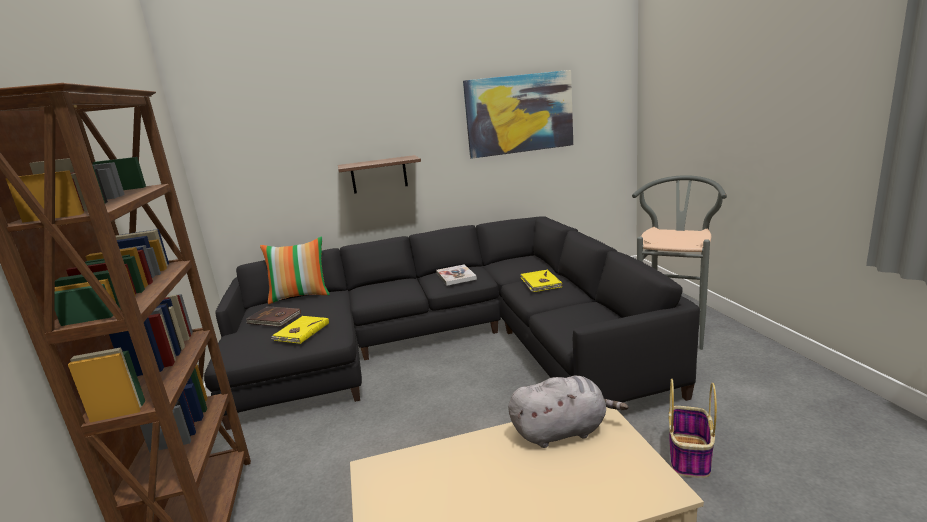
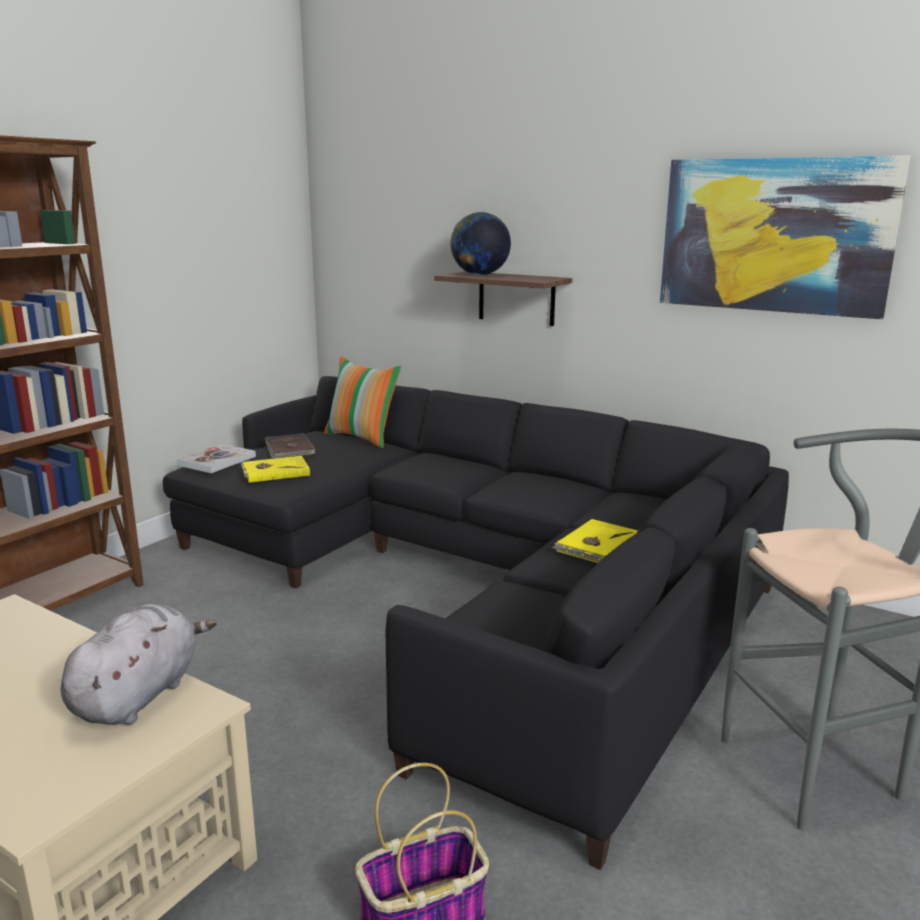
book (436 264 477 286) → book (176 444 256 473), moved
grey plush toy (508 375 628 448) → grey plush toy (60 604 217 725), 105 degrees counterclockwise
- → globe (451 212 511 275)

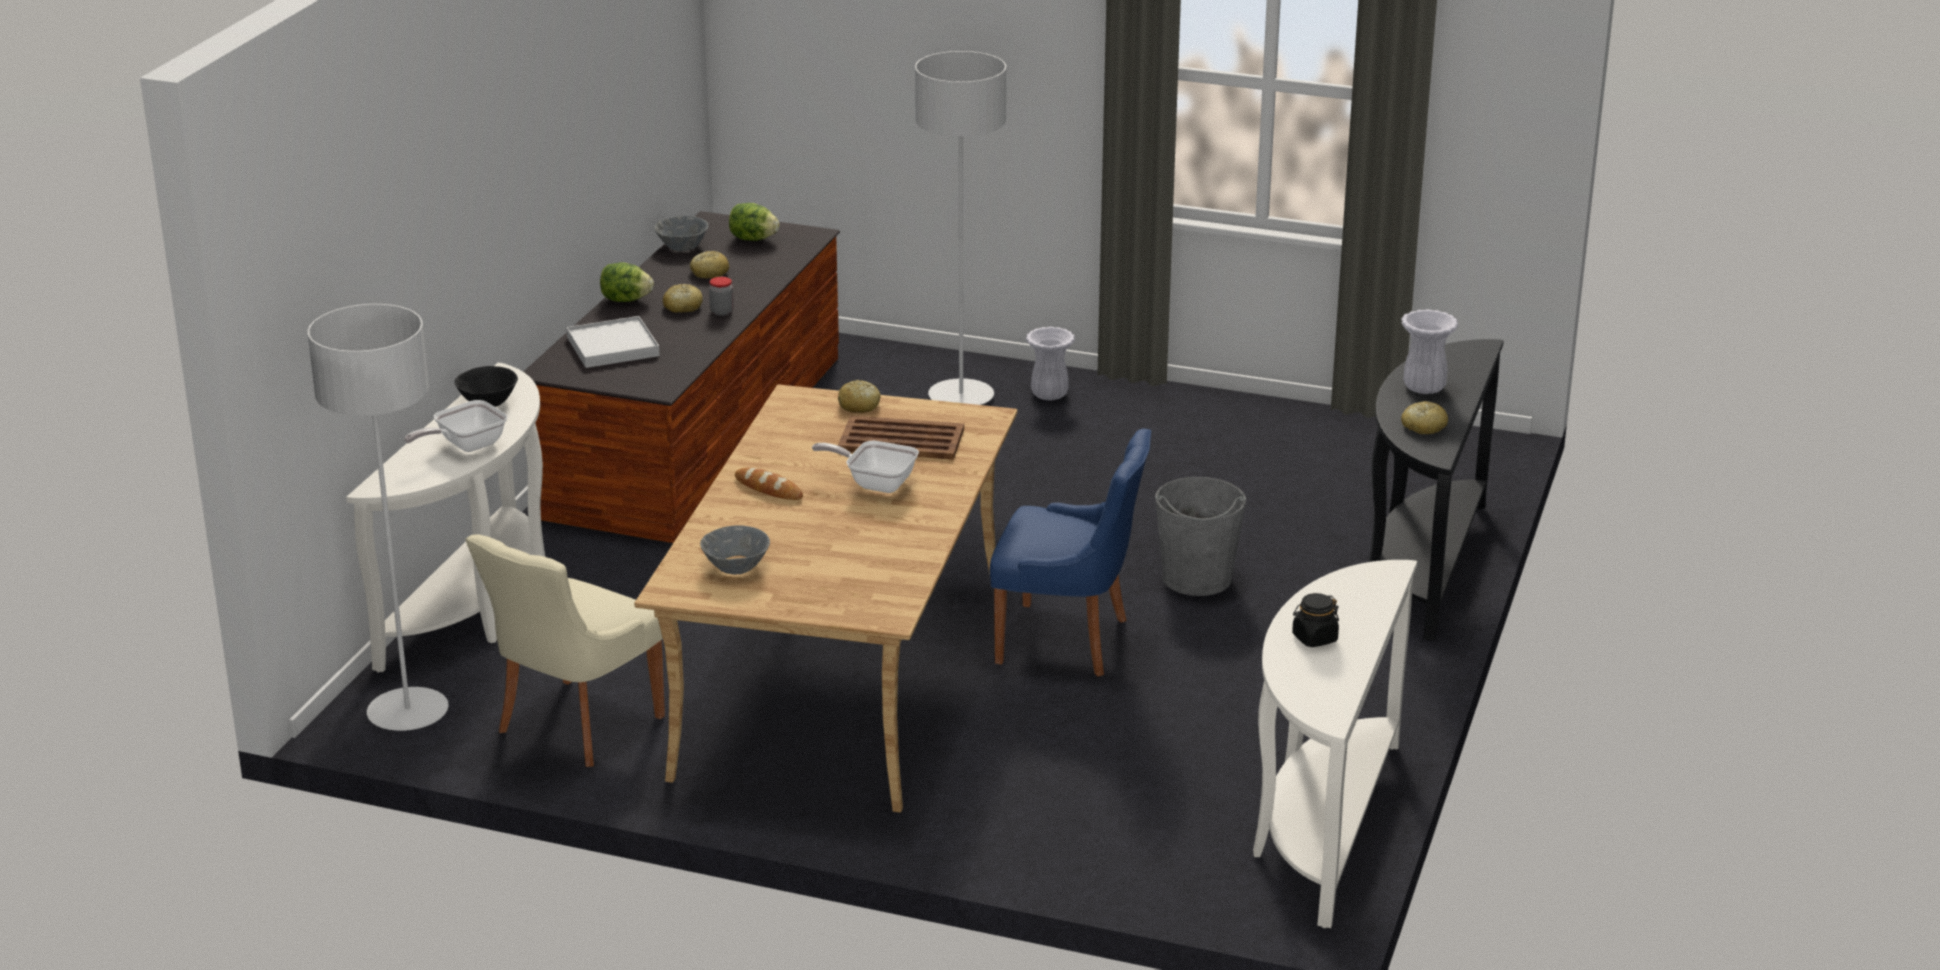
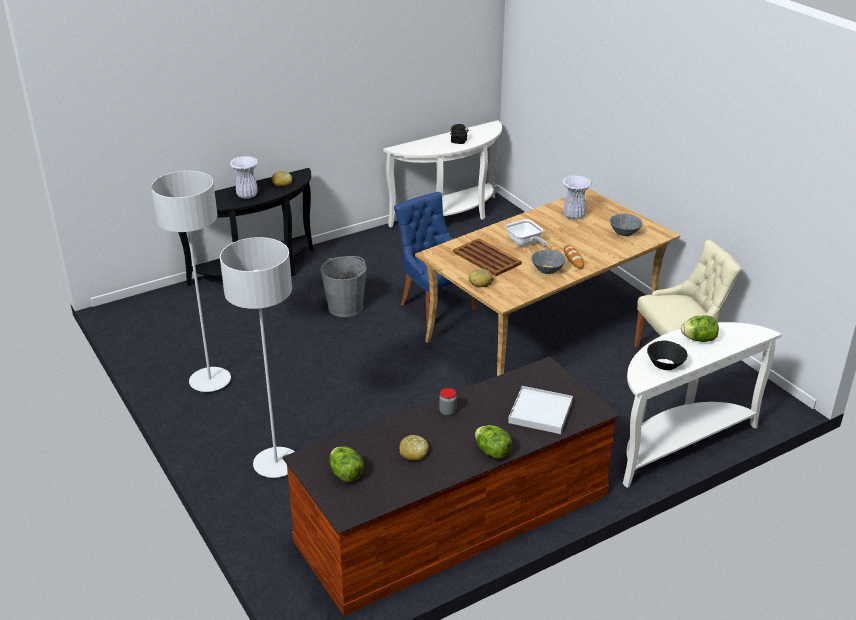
grey floor lamp (308 304 449 731) → grey floor lamp (151 171 231 392), moved
frying pan (404 400 507 452) → lettuce (681 315 719 342)
grey bowl (655 216 708 251) → grey bowl (531 250 566 274), moved
bread (663 284 703 313) → -
white vase (1026 327 1075 400) → white vase (562 175 592 220), moved

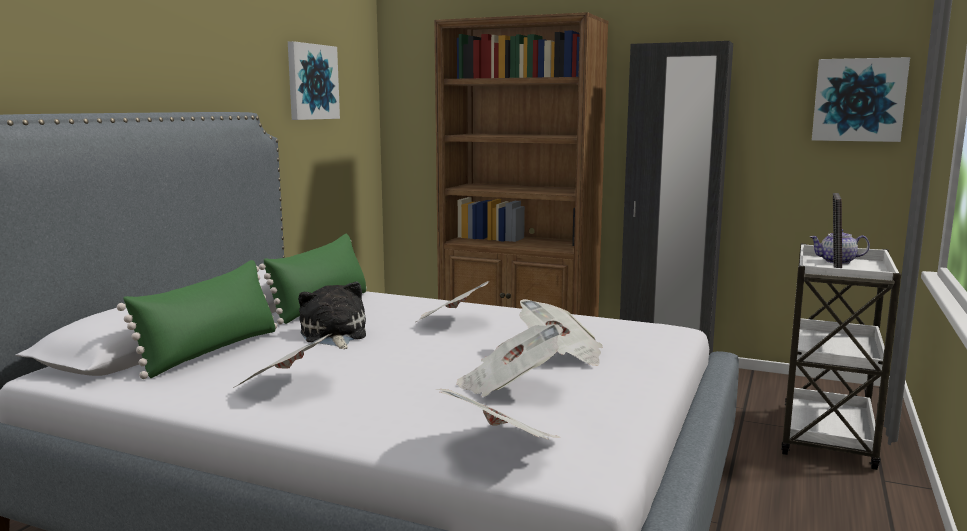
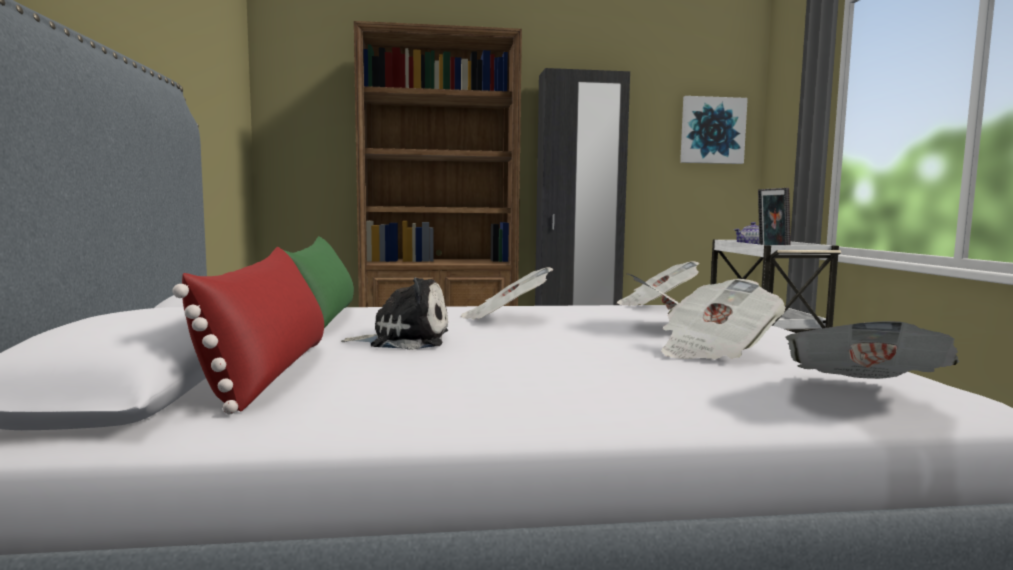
green pillow (117 260 277 379) → red pillow (172 247 324 414)
newspaper (233 334 332 388) → newspaper (617 261 700 306), moved
picture (288 41 340 120) → -
plush toy (299 282 366 349) → plush toy (341 278 448 350), 135 degrees clockwise

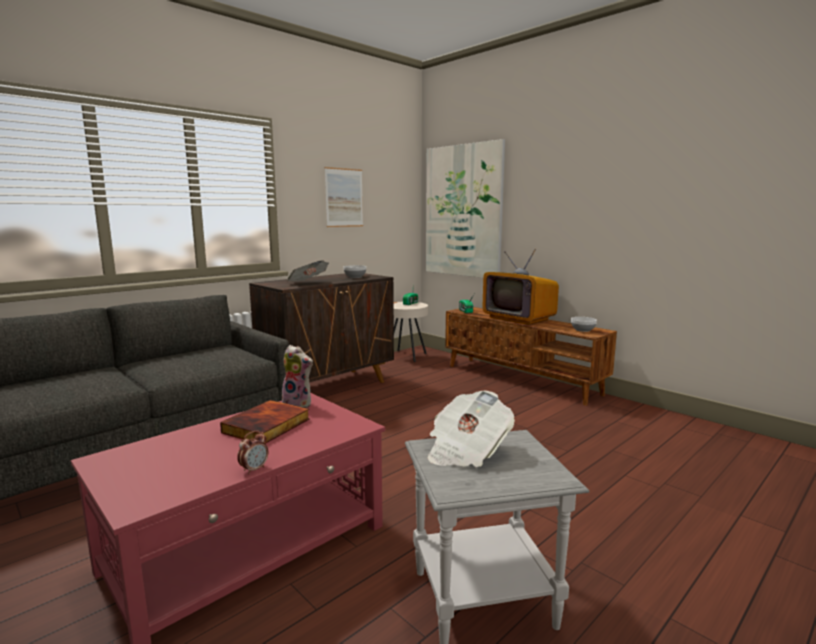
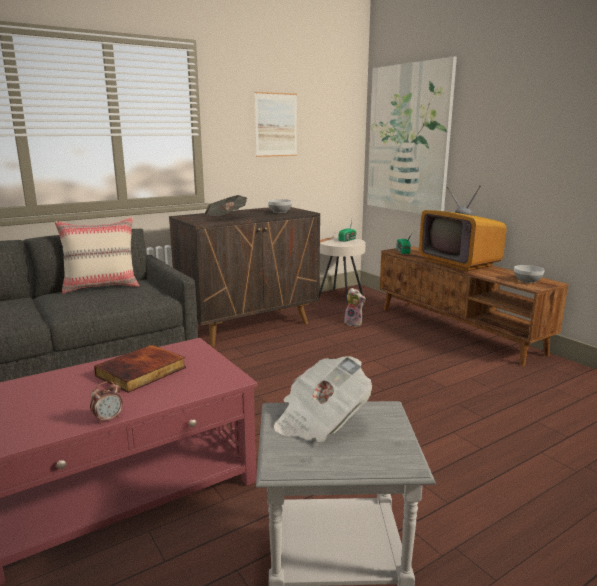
plush toy (282 345 313 408) → plush toy (343 288 366 327), moved
- → beige pillow (55 217 139 294)

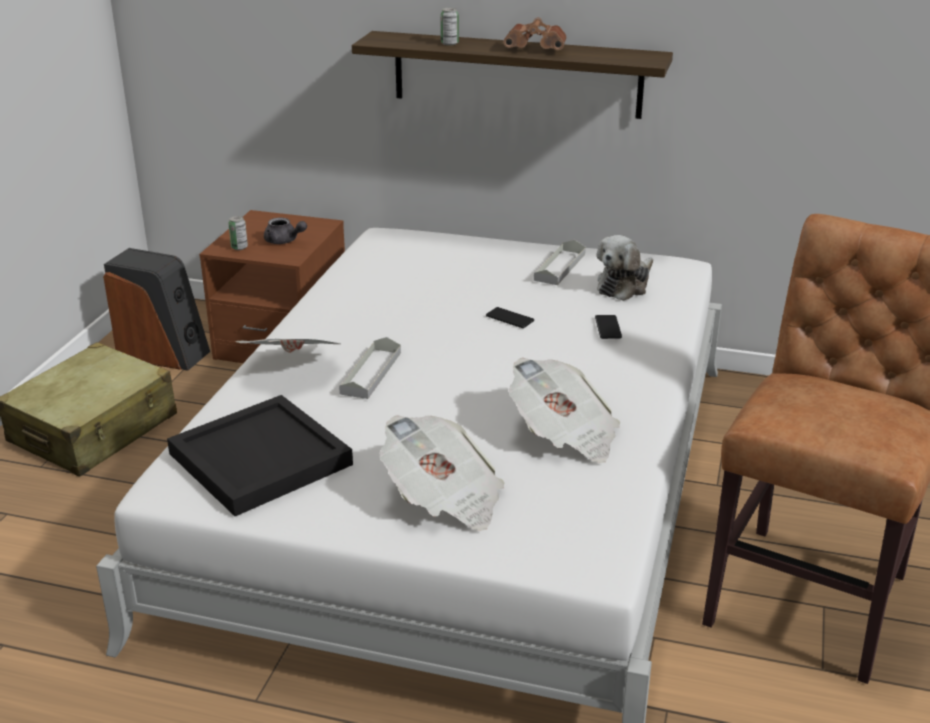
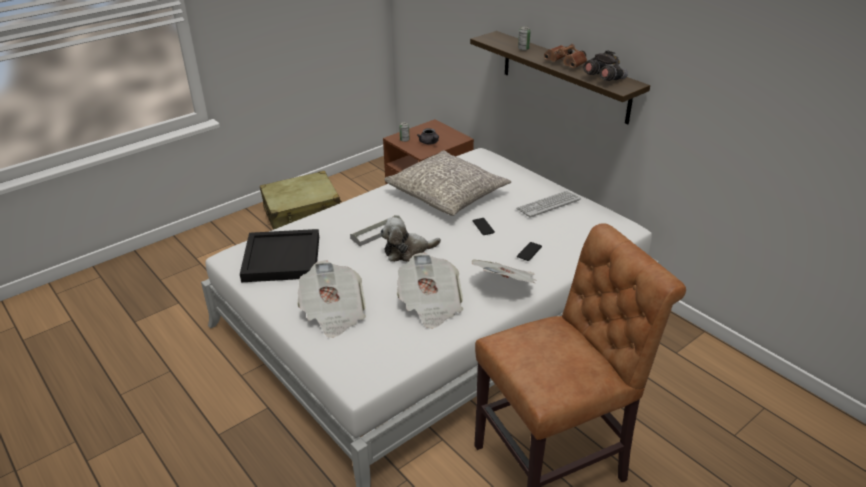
speaker (103 248 210 371) → -
newspaper (236 339 340 353) → newspaper (472 260 536 283), moved
grey tray (534 240 586 285) → keyboard (516 191 581 218)
plush toy (597 235 653 301) → plush toy (380 217 441 262), moved
- → grey pillow (384 150 511 216)
- → grey binoculars (583 50 628 81)

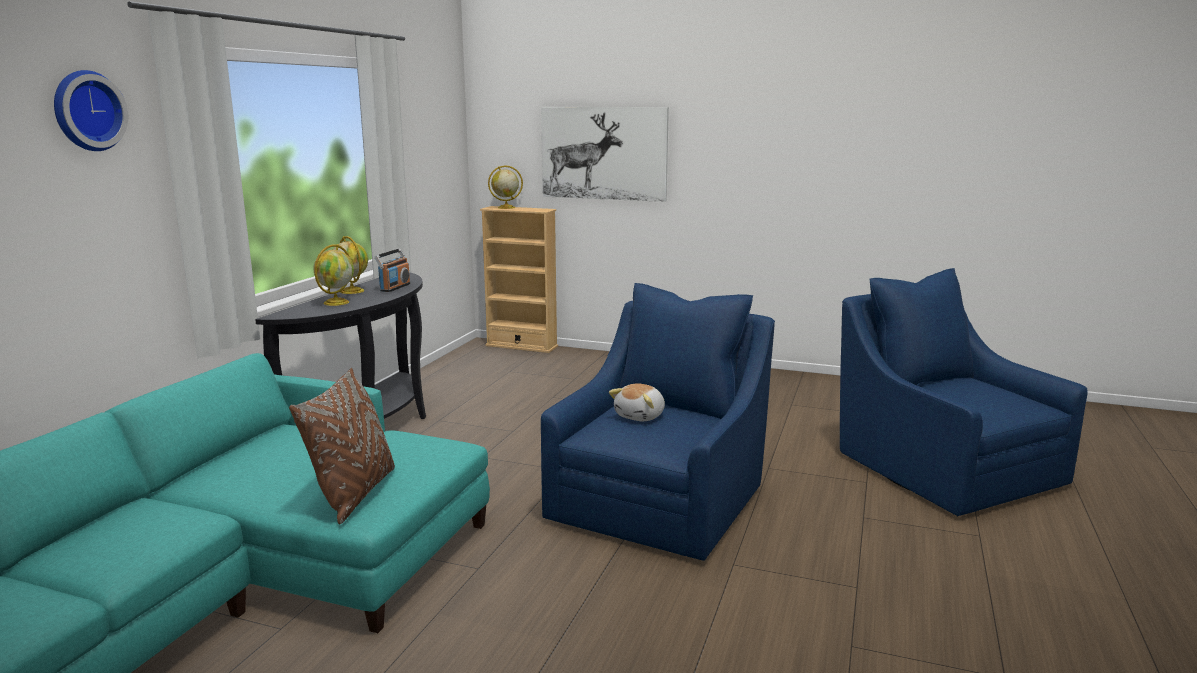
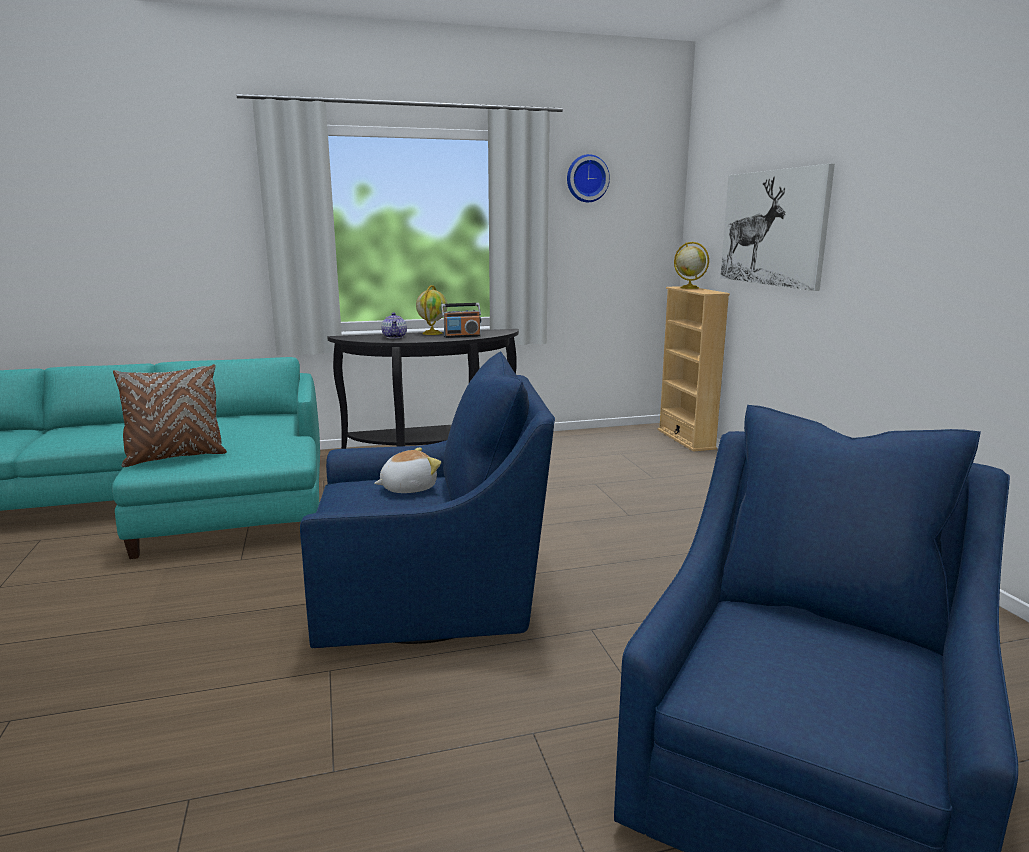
wall clock (54 70 128 151) → wall clock (567 154 610 202), moved
globe (313 244 354 306) → teapot (381 312 407 339)
plush toy (609 383 665 421) → plush toy (374 447 441 493), 150 degrees clockwise

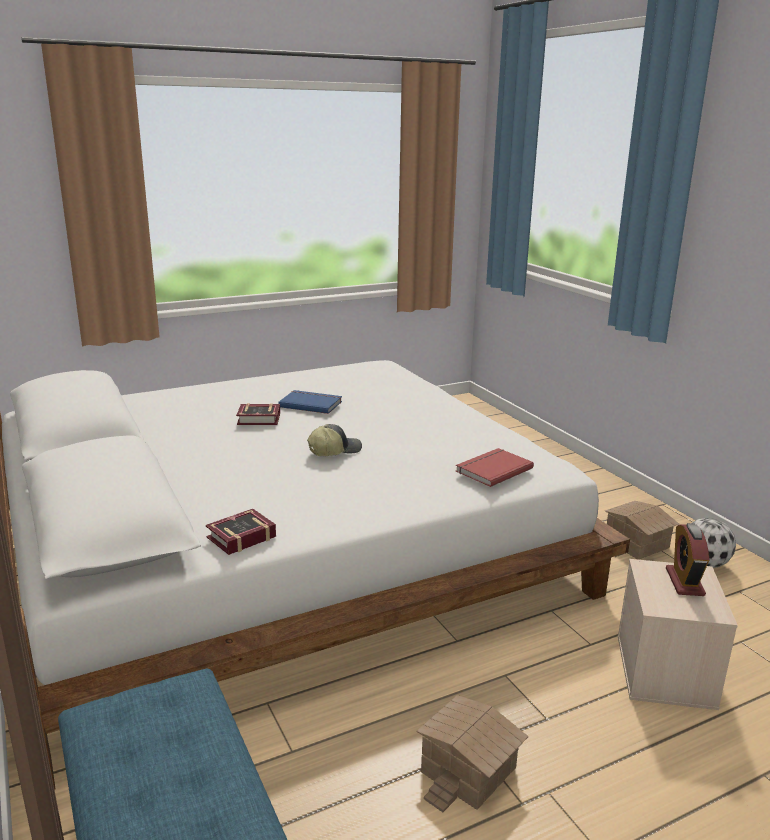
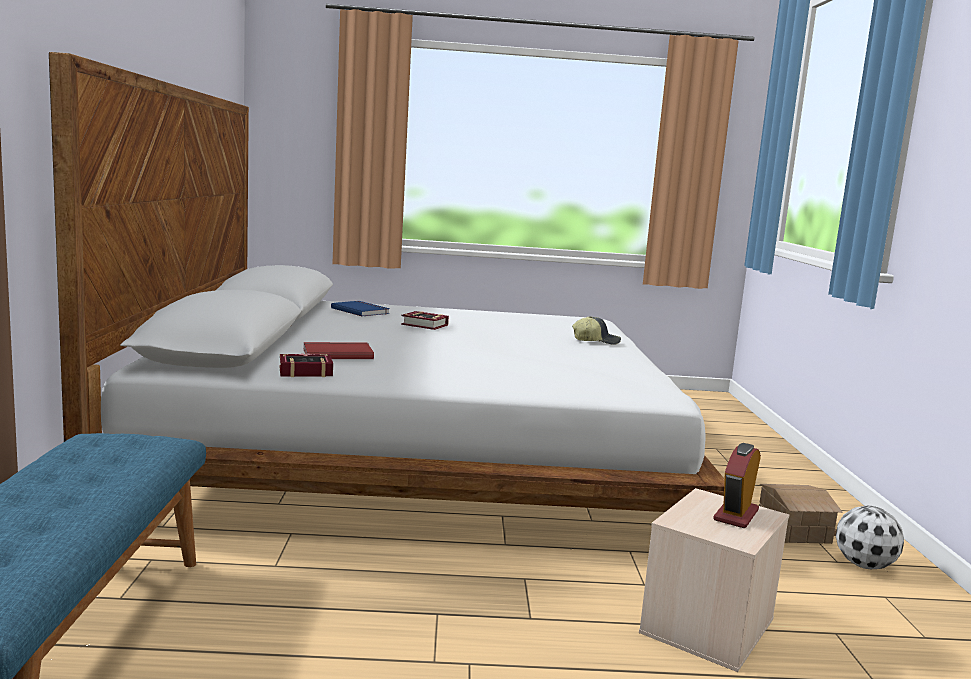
blue book (278 390 342 414) → blue book (331 301 390 316), moved
cap (307 424 362 456) → cap (572 316 621 345), moved
toy house (416 695 528 812) → -
red book (456 448 534 487) → red book (304 342 374 359), moved

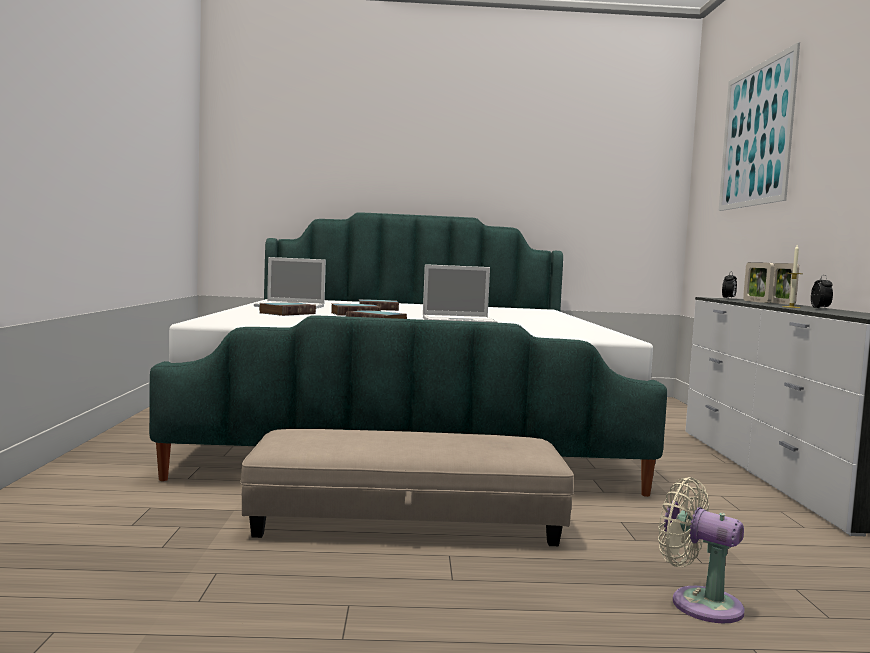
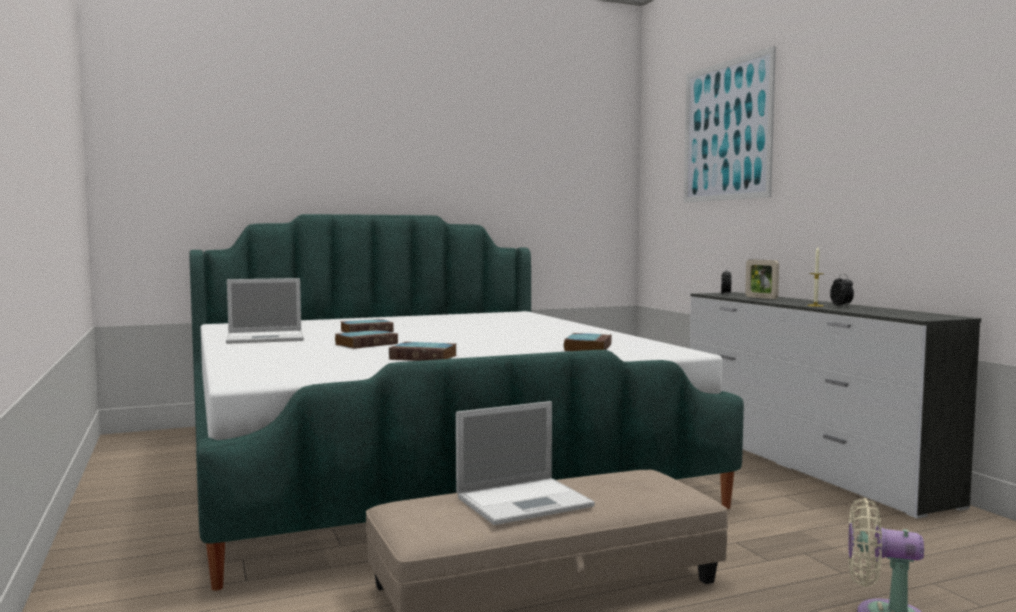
book (259 302 316 316) → book (564 333 612 351), moved
laptop (423 264 498 323) → laptop (456 401 595 525), moved
picture frame (771 263 799 305) → -

